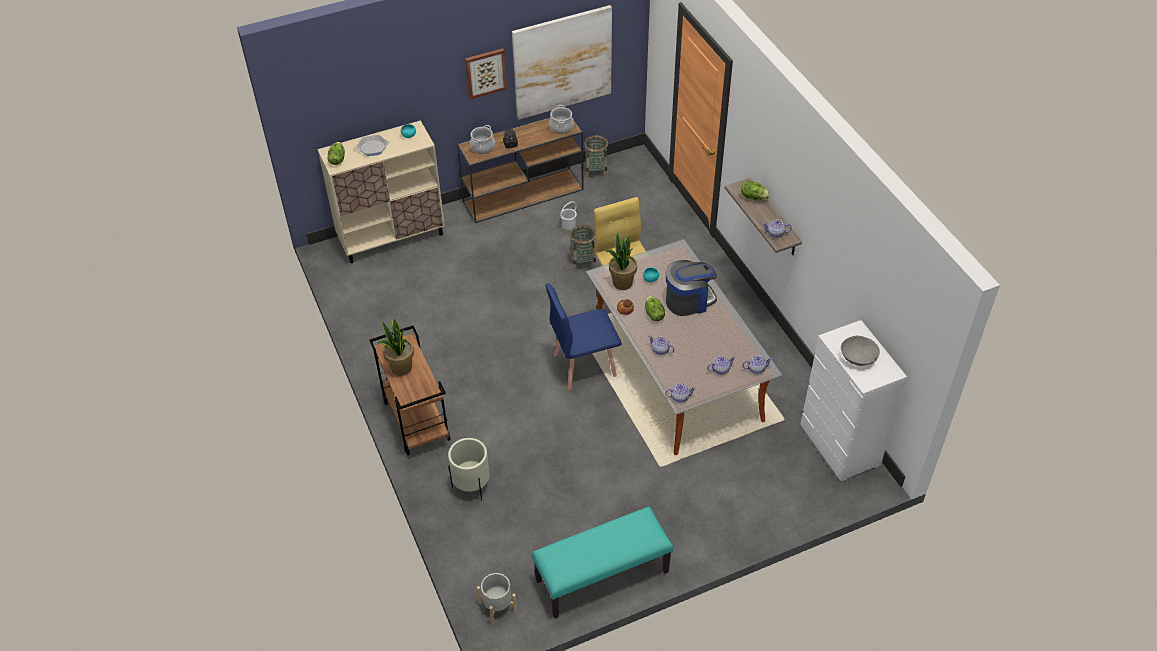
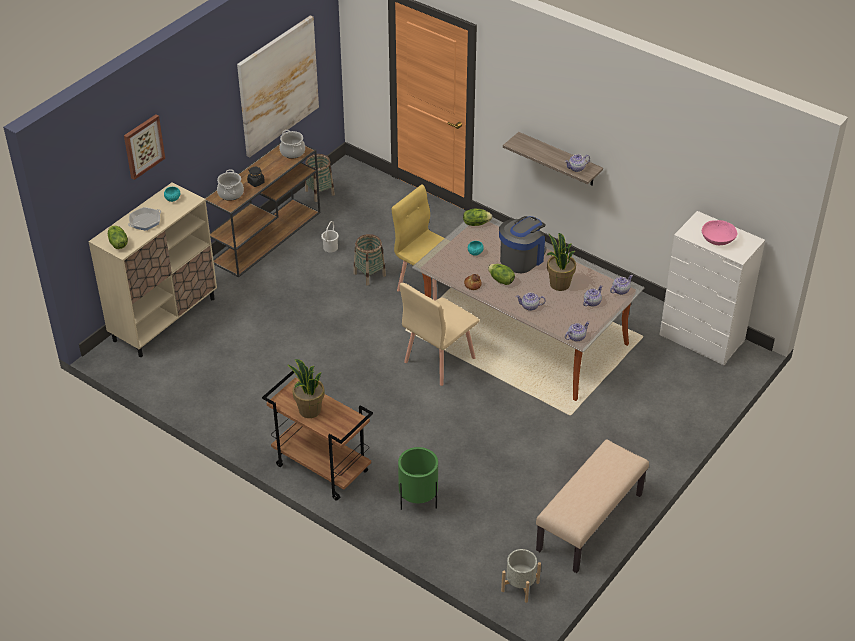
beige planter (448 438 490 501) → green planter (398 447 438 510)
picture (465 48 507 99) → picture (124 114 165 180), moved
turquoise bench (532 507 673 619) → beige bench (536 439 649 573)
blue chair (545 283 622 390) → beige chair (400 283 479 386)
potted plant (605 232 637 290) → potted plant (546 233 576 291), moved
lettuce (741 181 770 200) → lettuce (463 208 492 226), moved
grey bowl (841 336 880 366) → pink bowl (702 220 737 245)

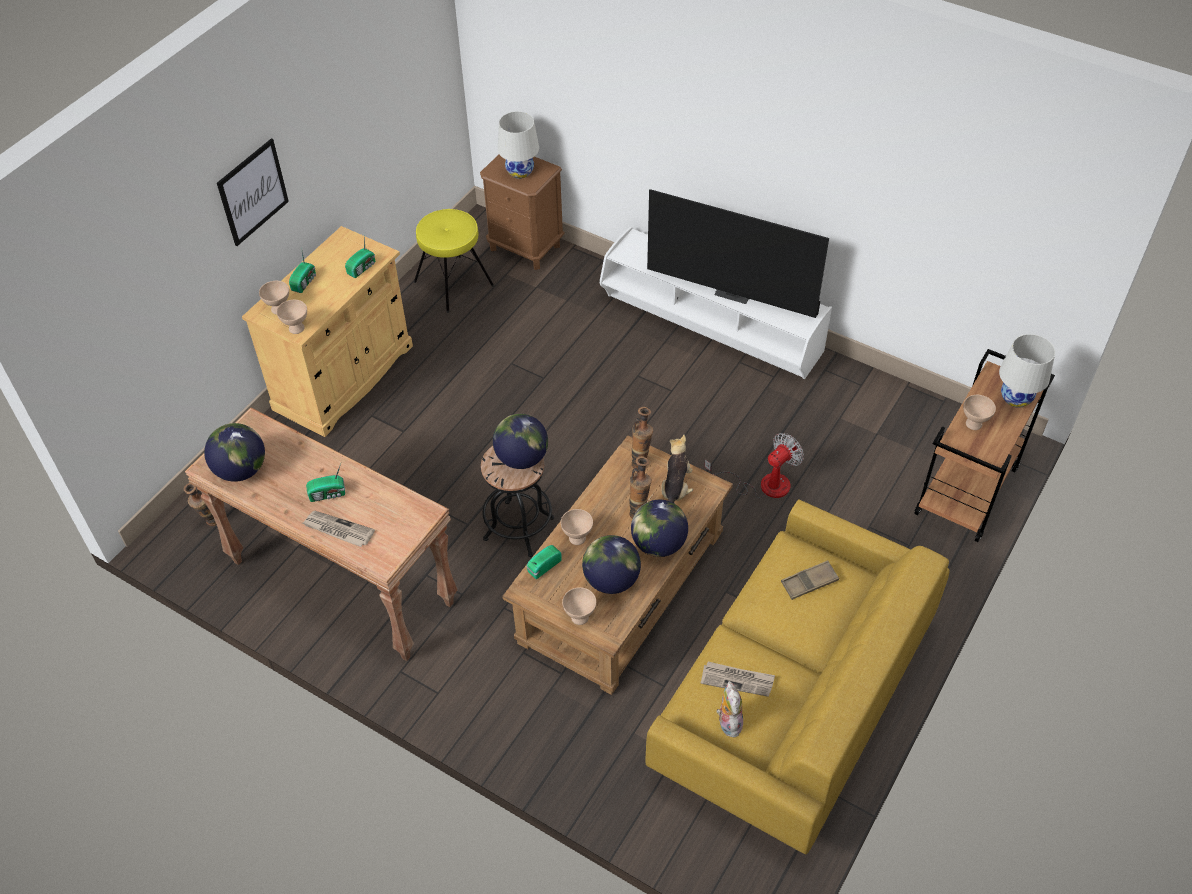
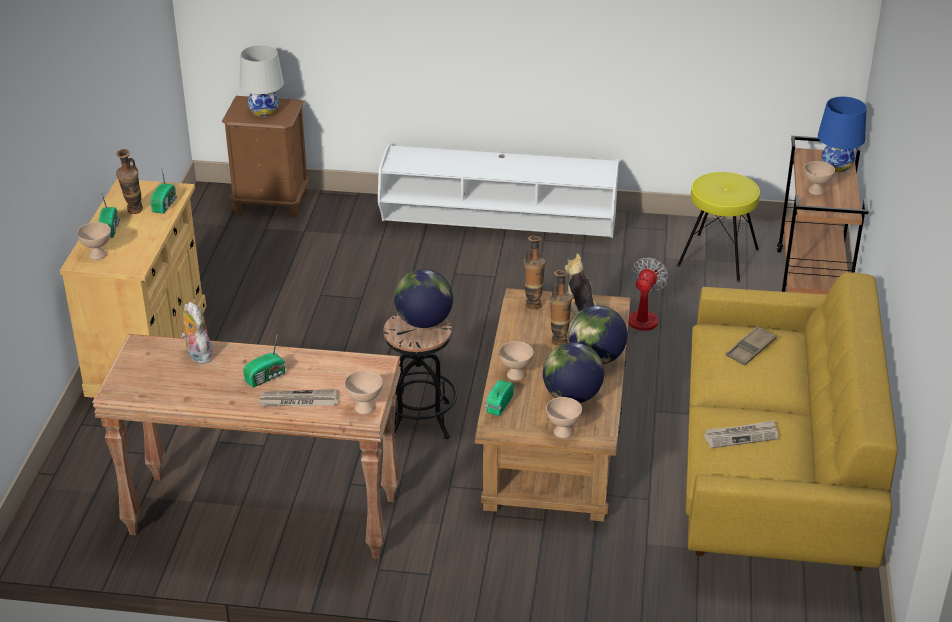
vase (184 483 217 526) → vase (116 149 143 214), moved
globe (204 423 265 482) → -
picture (217 138 289 246) → -
beige bowl (277 300 307 334) → beige bowl (344 371 383 414), moved
yellow stool (414 209 494 313) → yellow stool (677 172 760 282), moved
television (647 189 829 318) → -
plush toy (716 681 743 737) → plush toy (181 302 215 364), moved
white table lamp (999 334 1055 408) → blue table lamp (818 96 866 172)

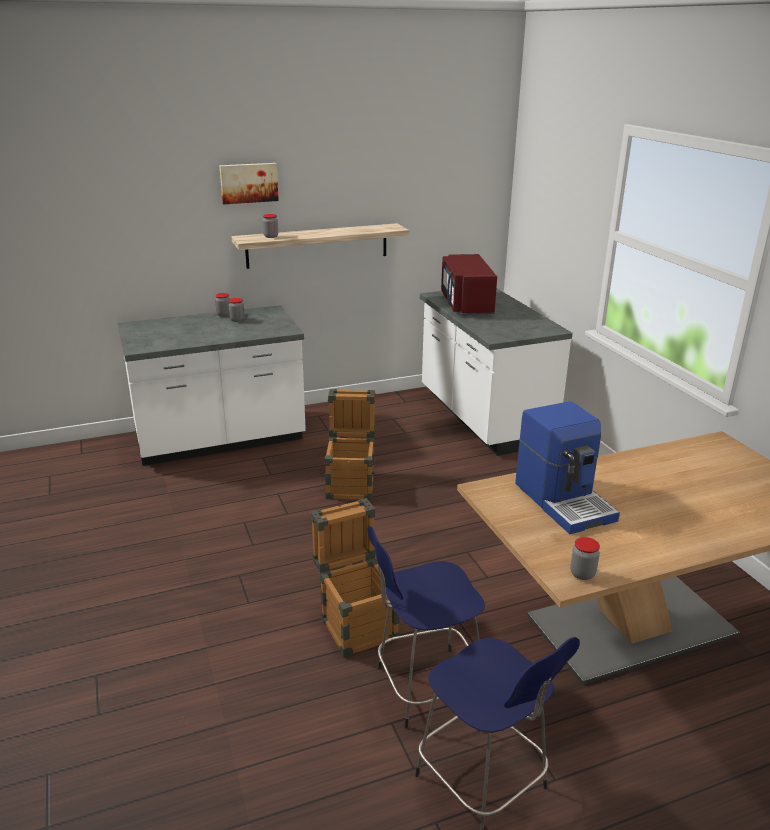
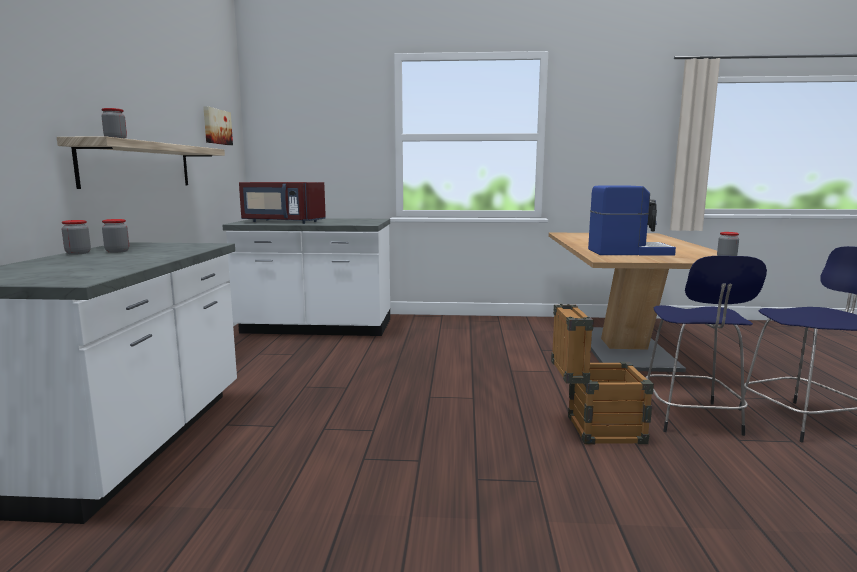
picture (219 163 279 204) → picture (203 106 233 145), moved
crate (324 389 376 500) → -

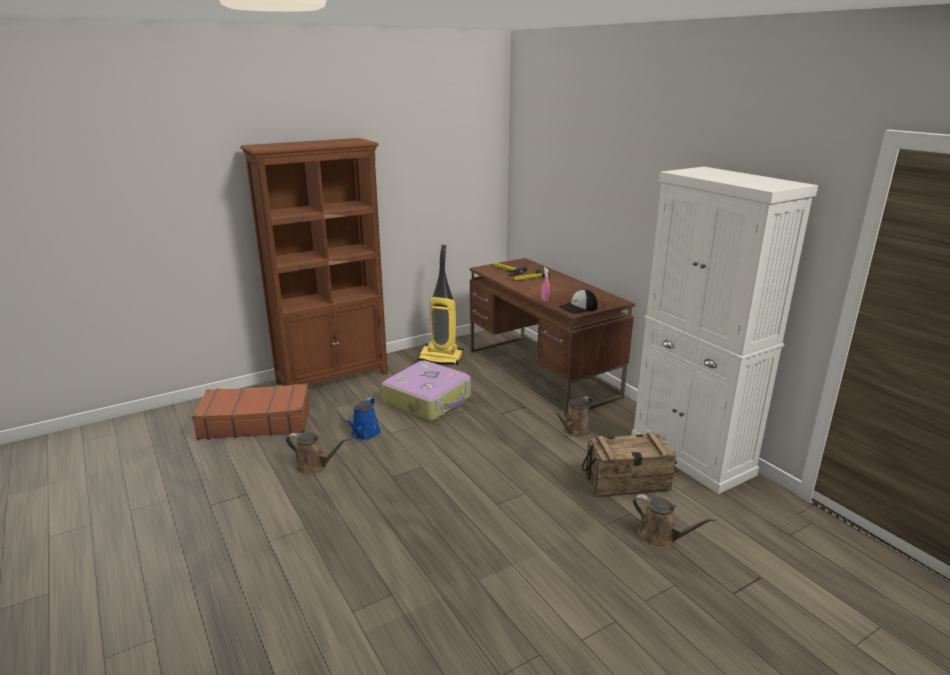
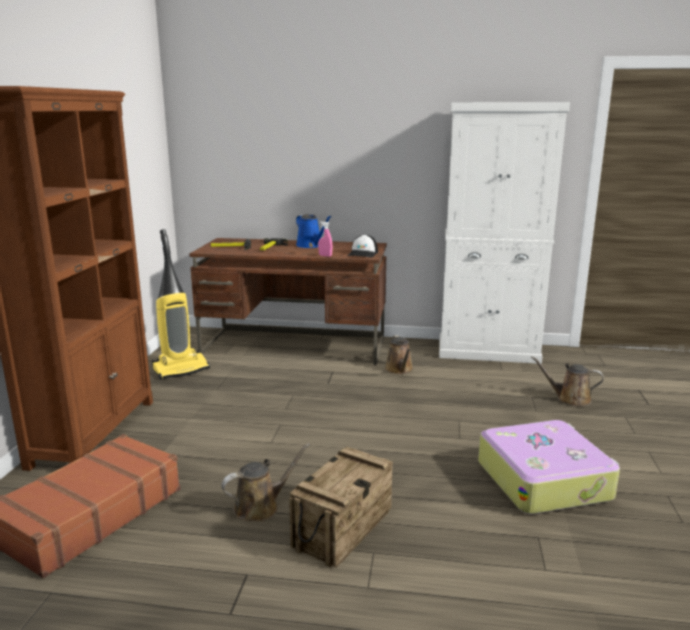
blue watering can (345 398 381 440) → blue watering can (296 214 332 248), moved
suitcase (382 361 471 421) → suitcase (478 420 620 514), moved
crate (582 432 677 497) → crate (289 447 393 567), moved
brown watering can (633 494 717 548) → brown watering can (531 356 604 407), 150 degrees counterclockwise

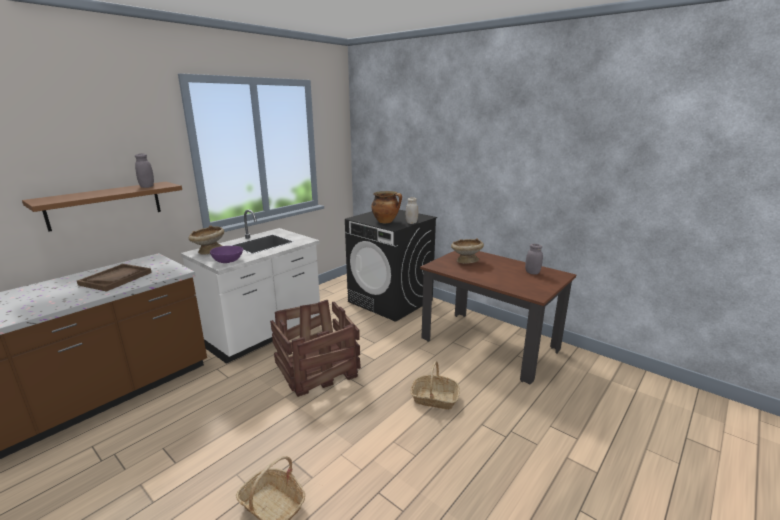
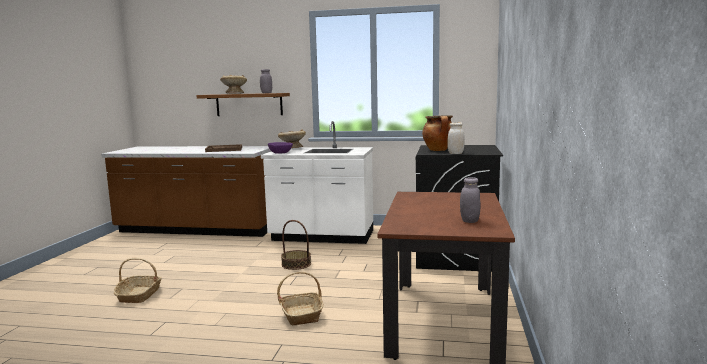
crate (270 300 361 397) → basket (281 220 311 270)
beige bowl (451 238 484 263) → beige bowl (220 75 247 94), moved

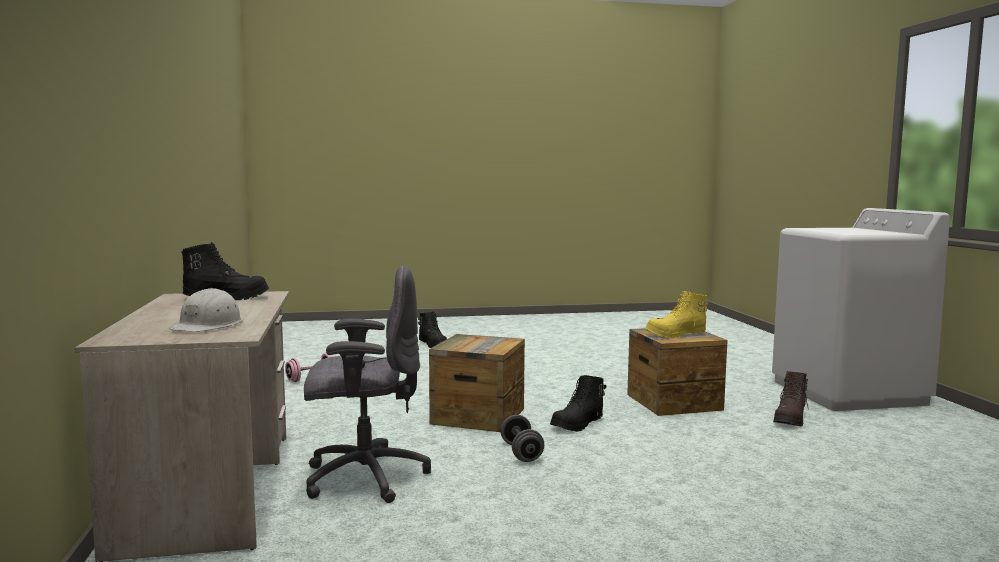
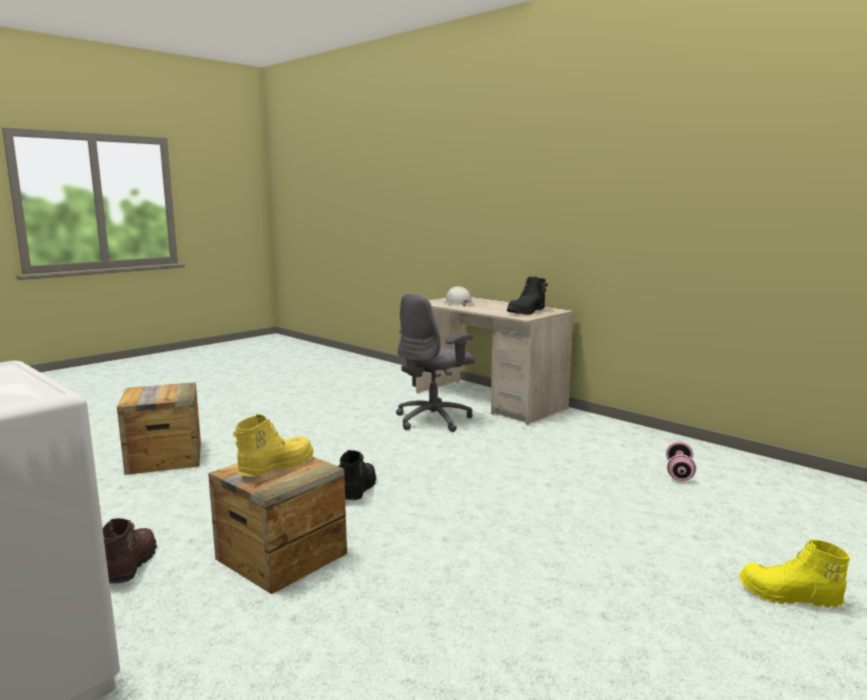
black boot (418 311 447 348) → yellow boot (739 539 850 608)
crate (429 334 525 432) → crate (117 382 201 475), moved
grey dumbbell (501 415 544 462) → -

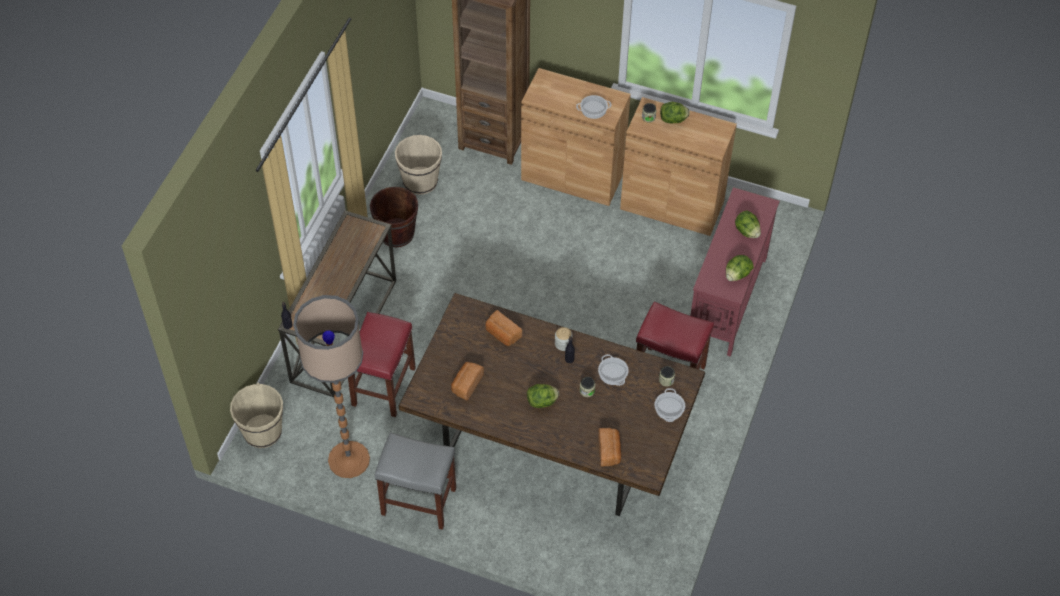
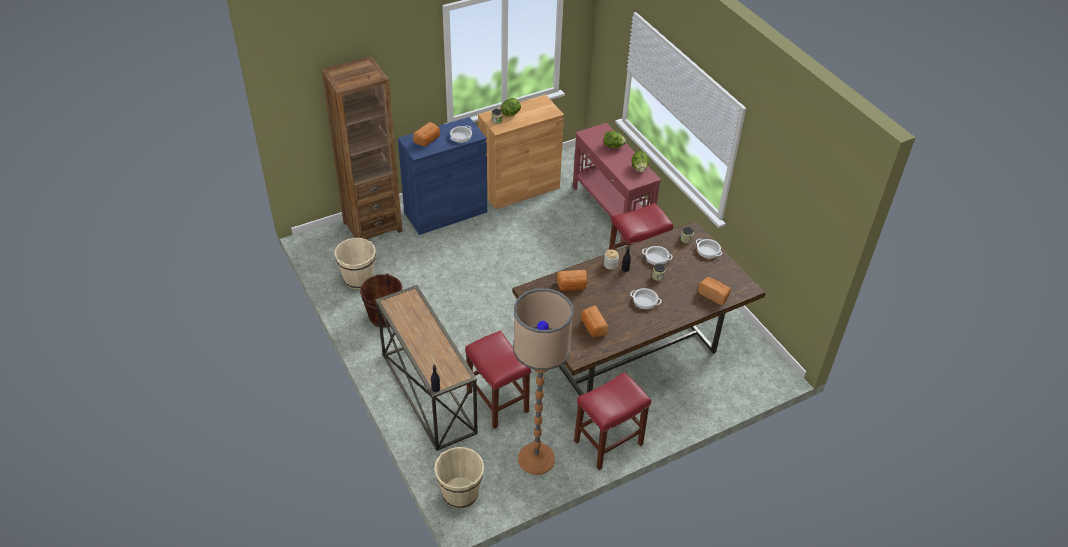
grey stool (375 433 456 530) → red stool (574 372 651 470)
brown cabinet (521 68 631 206) → blue cabinet (398 117 487 235)
lettuce (527 384 559 408) → cooking pot (630 288 662 309)
- → bread (413 122 440 146)

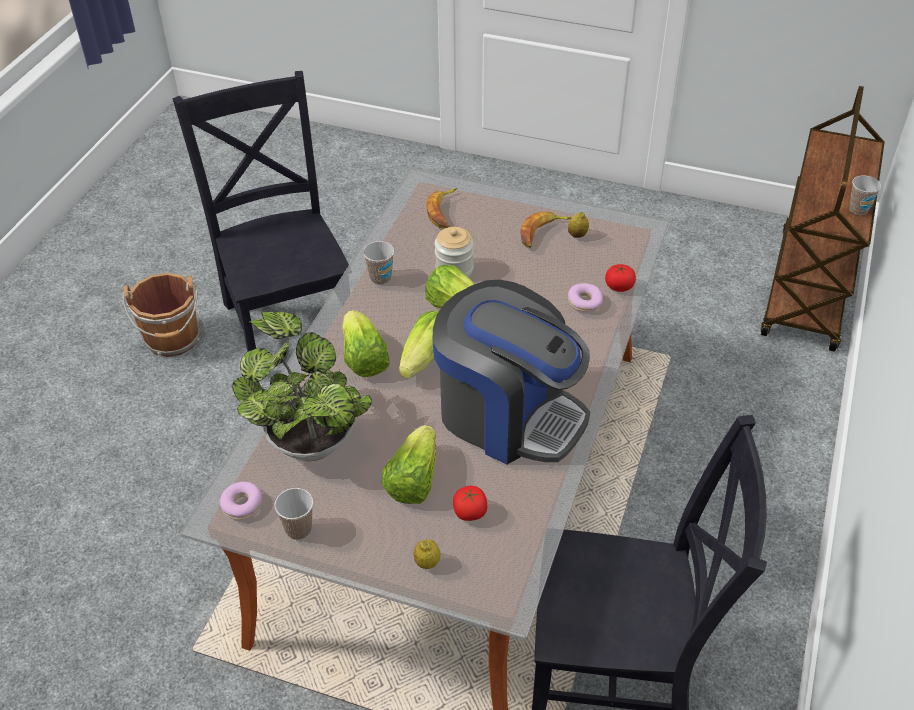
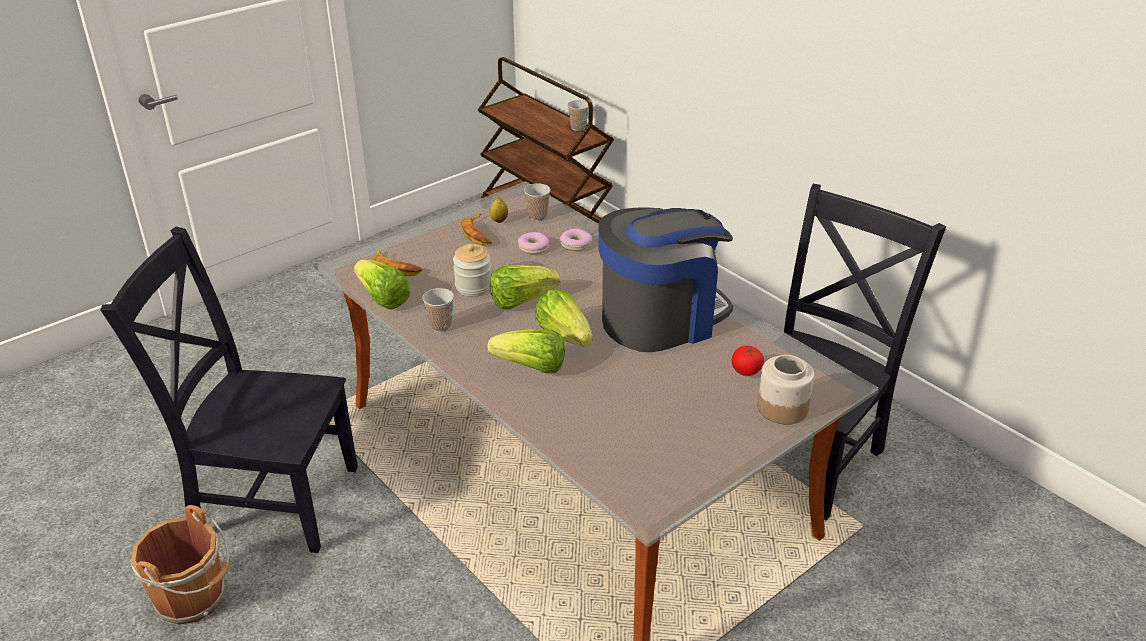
donut (220 481 262 520) → donut (518 232 549 254), moved
potted plant (232 312 372 461) → -
cup (274 488 313 540) → cup (524 183 551 221), moved
lettuce (382 425 436 504) → lettuce (354 260 410 310), moved
lemon (414 539 440 569) → jar (757 355 814 424)
tomato (605 264 636 292) → -

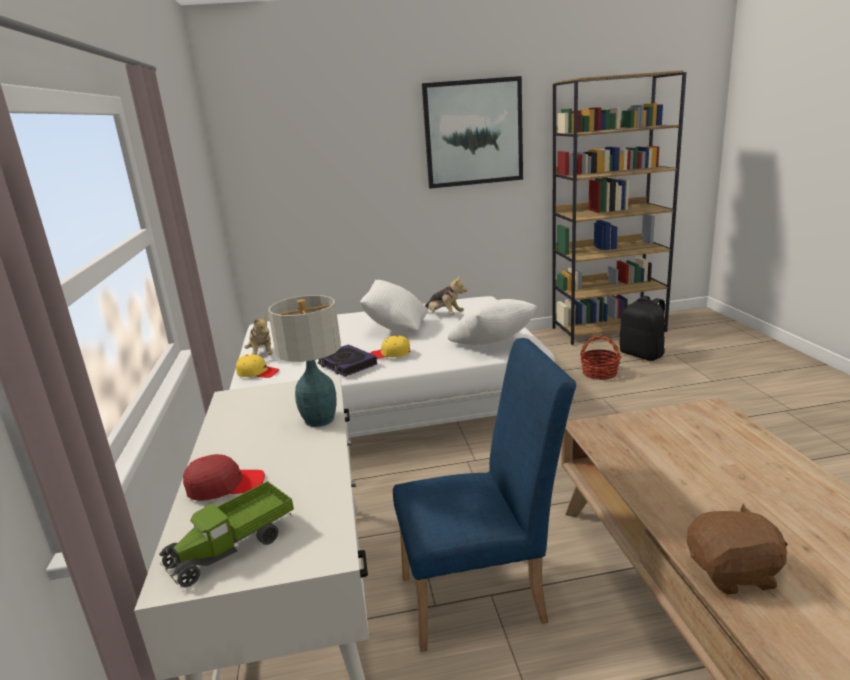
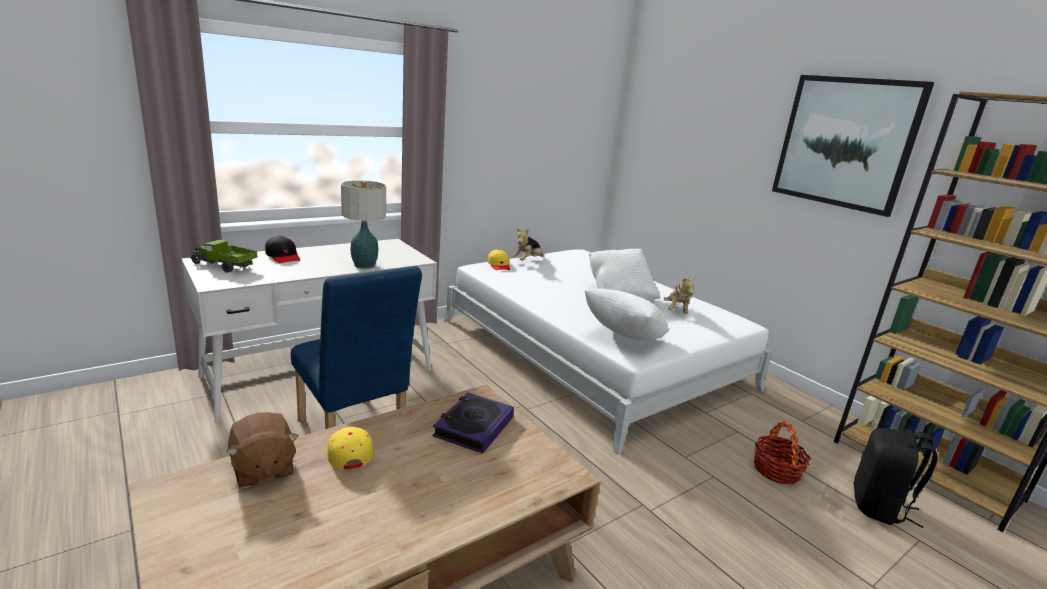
red cap (183 454 265 501) → black cap (265 235 300 263)
book (317 344 377 377) → book (432 393 514 454), moved
yellow cap (370 335 410 359) → yellow cap (327 427 373 469), moved

